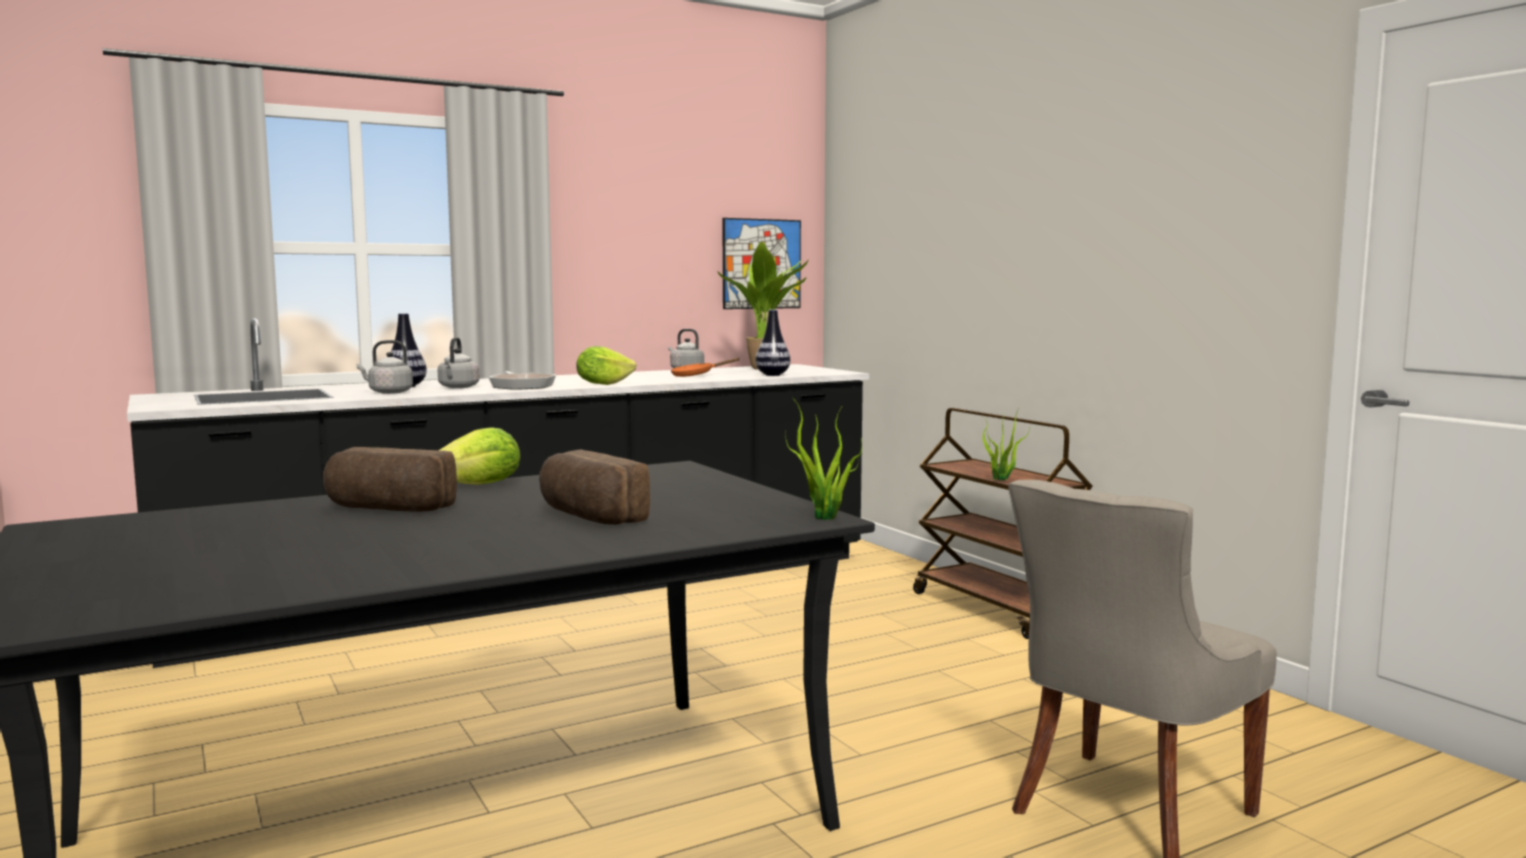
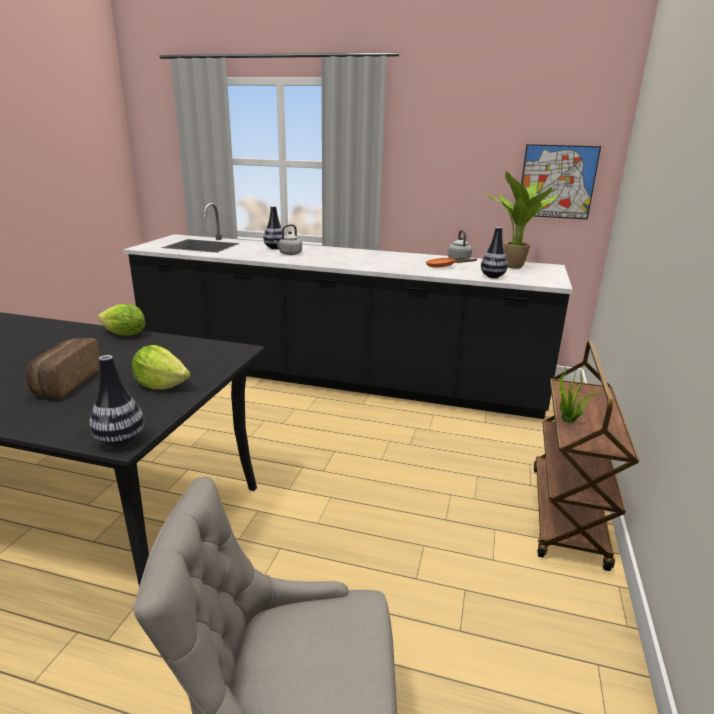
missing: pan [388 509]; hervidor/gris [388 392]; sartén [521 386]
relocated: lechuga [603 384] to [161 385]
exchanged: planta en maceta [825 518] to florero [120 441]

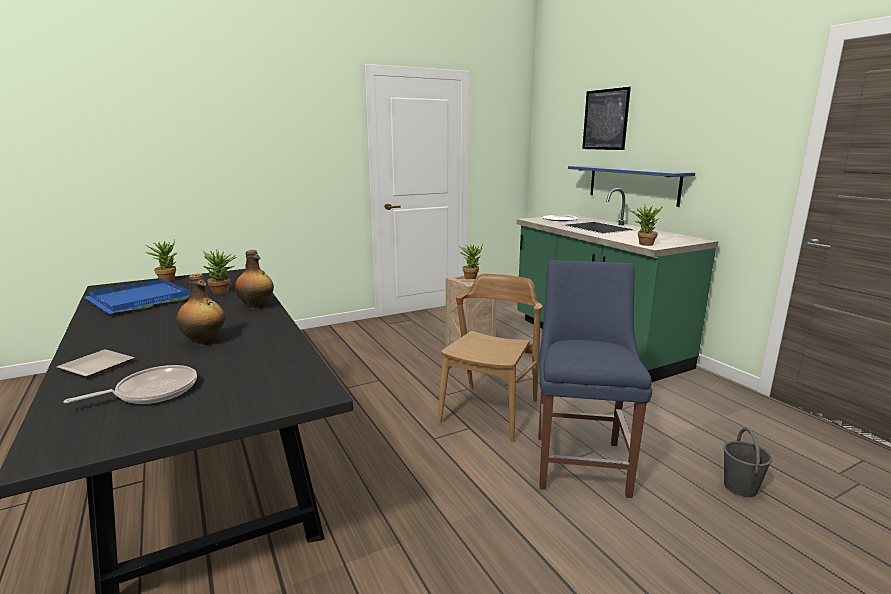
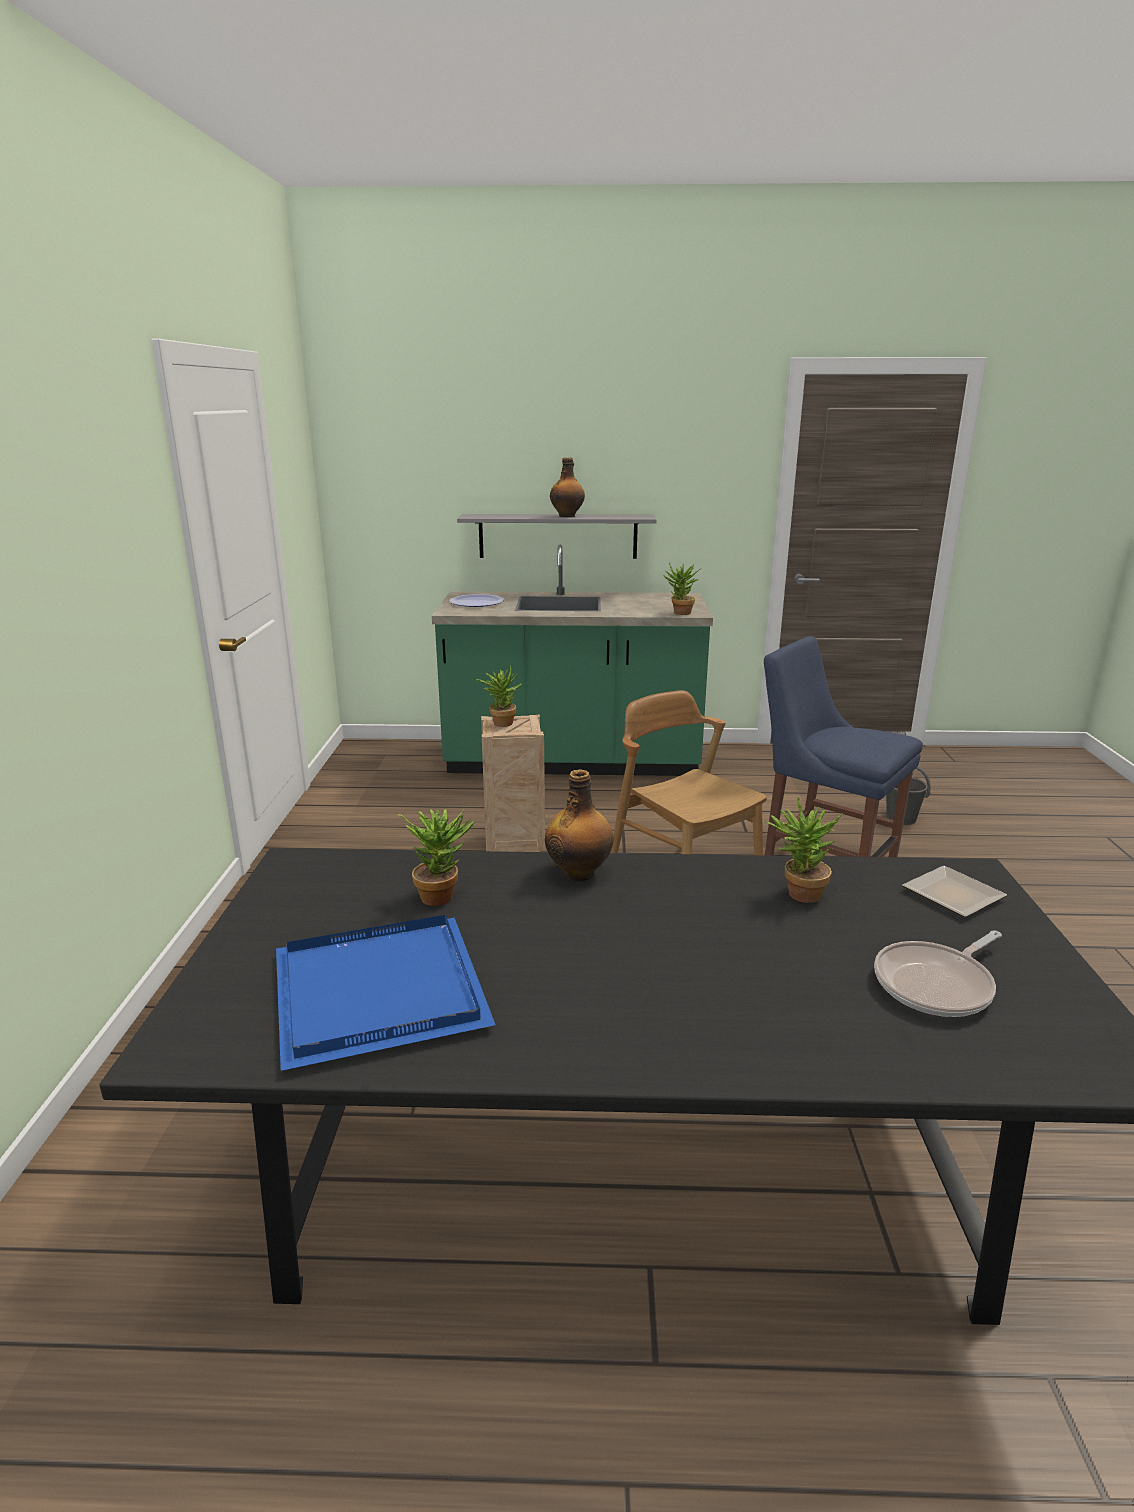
missing: cuadro [605 119]
relocated: plato [100 366] to [952 893]; planta en maceta [167 279] to [797 894]; botella [204 342] to [567 516]
colour: estante/azul [632 184] to estante/gris [558 536]
spun: sartén [152 391] = [937 984] 120 degrees counterclockwise

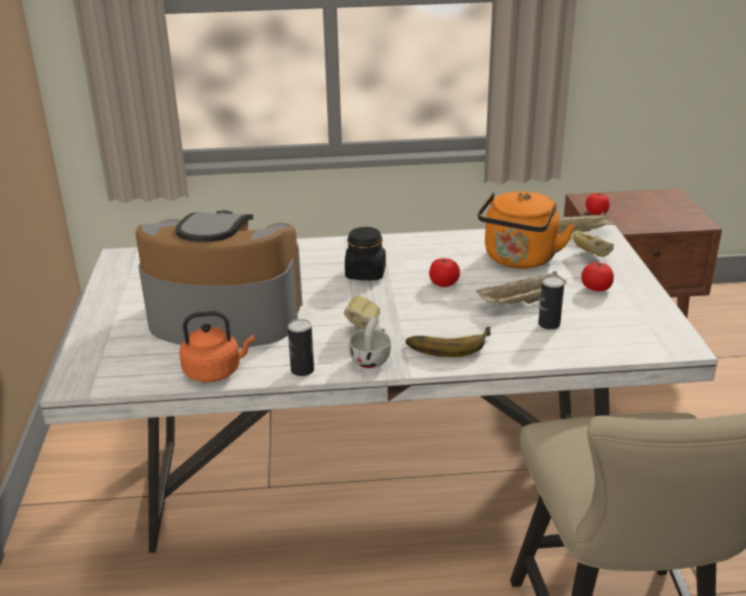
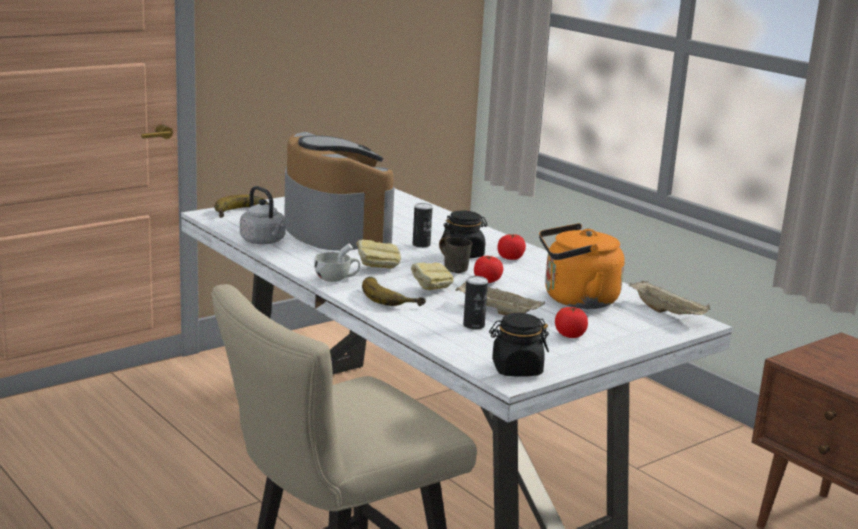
appeared: plátano [243 213]; taza grande/gris [455 268]; tarro/negro [516 369]
relocated: lata [302 370] to [421 245]; pan [590 256] to [430 290]; tomate [596 213] to [510 258]
colour: hervidor/naranja [215 371] to hervidor/gris [264 242]

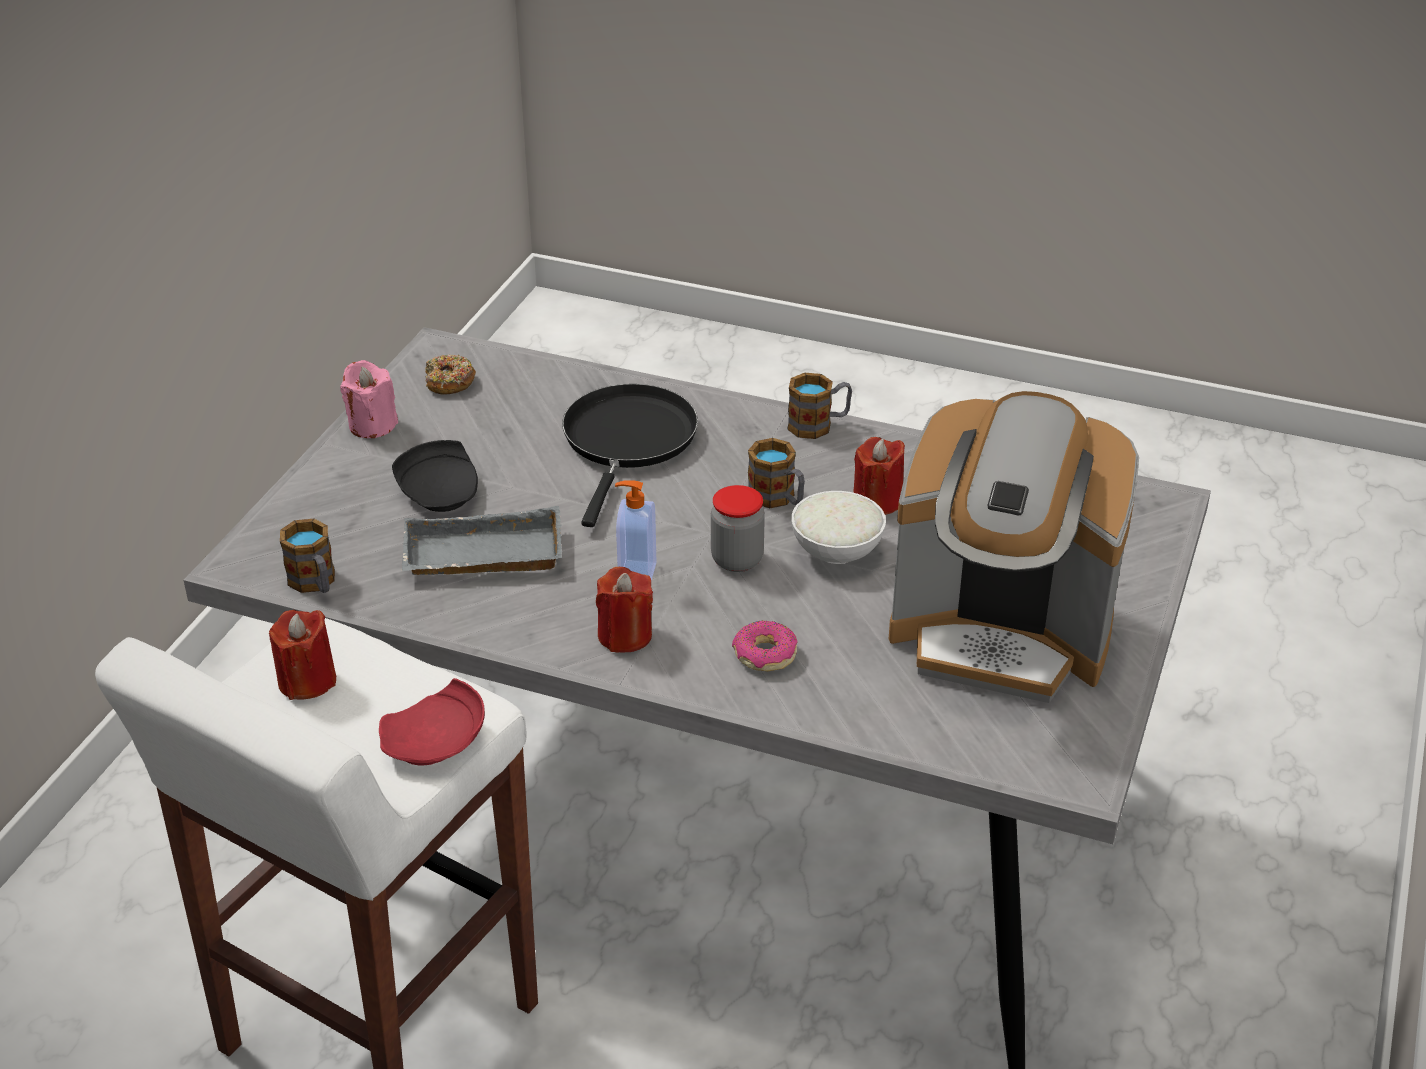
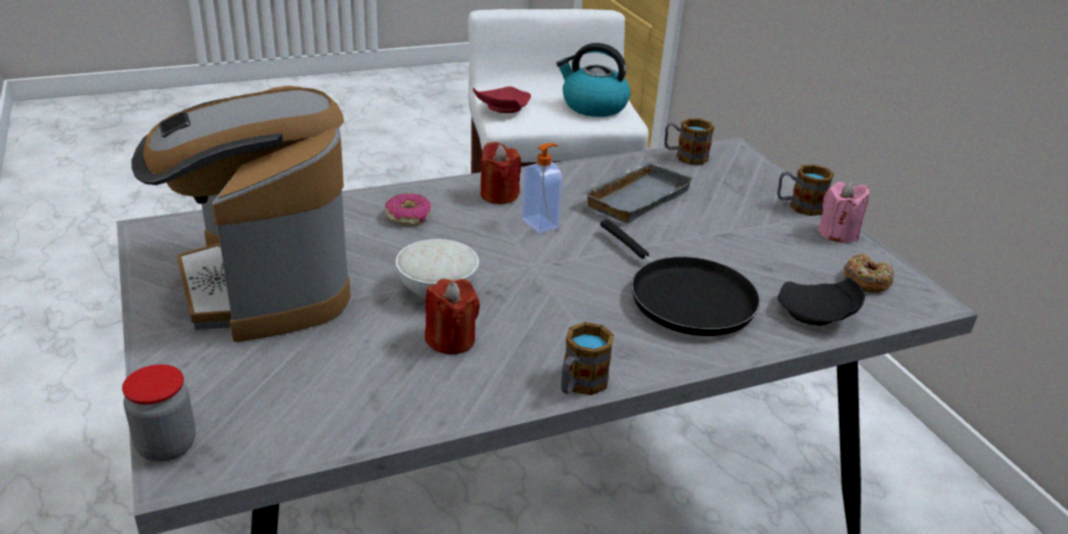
relocated: plato/negro [441 493] to [817 315]; tarro [737 560] to [167 446]; taza grande [778 499] to [799 206]
exchanged: vela/rojo [307 681] to hervidor [593 106]
spun: cafetera [1002 634] = [263 286] 90 degrees counterclockwise

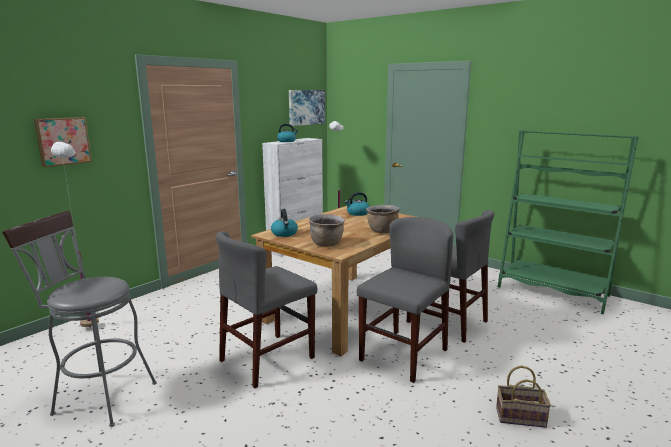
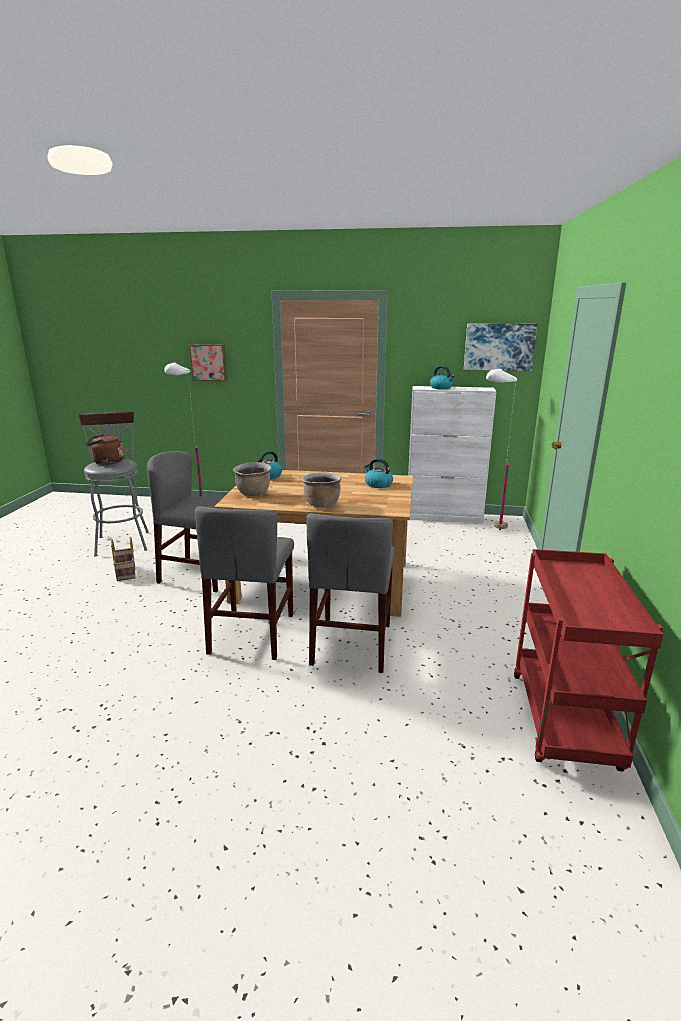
appeared: hervidor/marrón [106 462]
relocated: cesta [521 417] to [126 573]
exchanged: estantería/verde [552 291] to carrito/rojo [565 723]
spun: silla/gris [403 355] = [252 633] 90 degrees clockwise

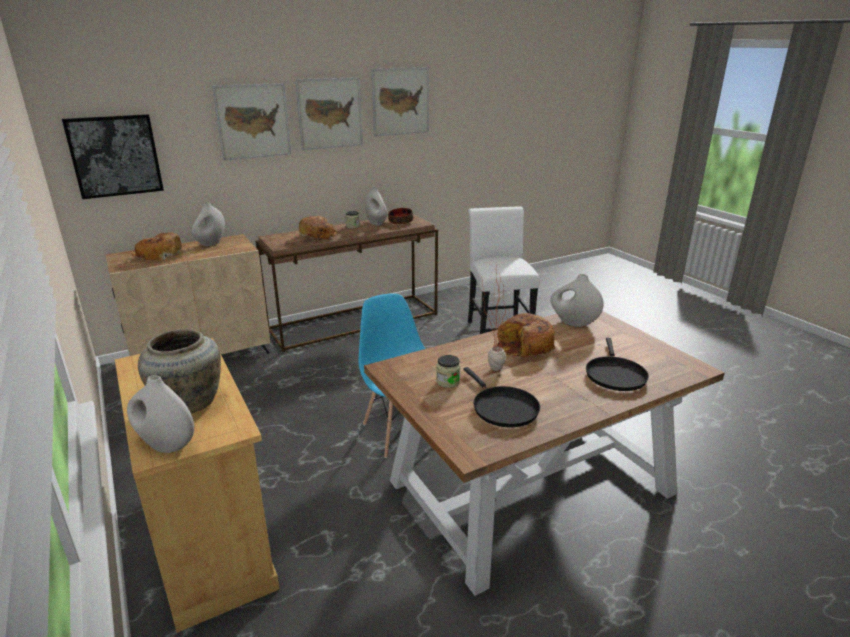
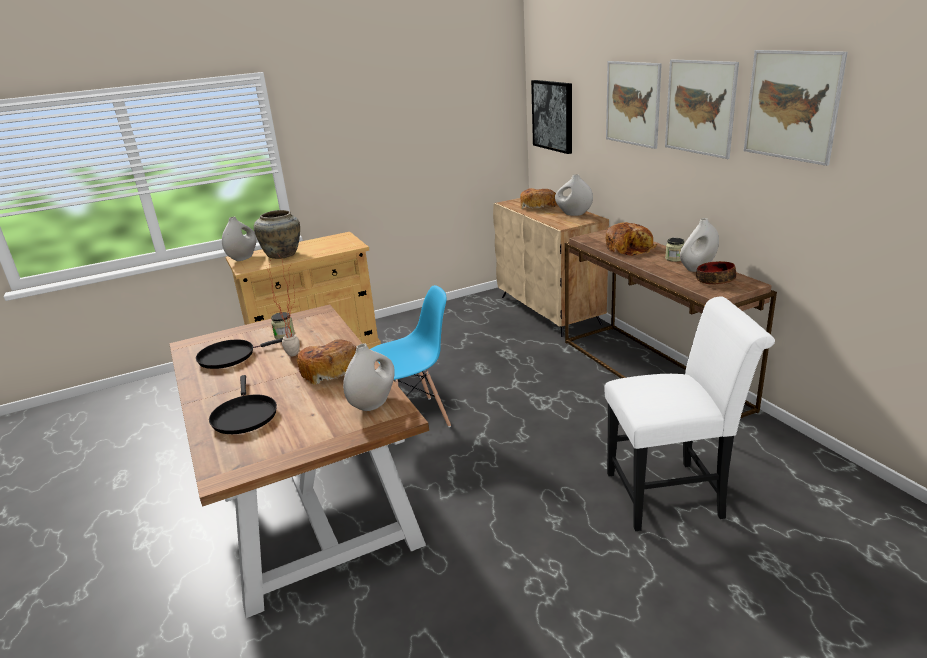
spun: sartén/negro [614 375] = [244 415] 120 degrees counterclockwise

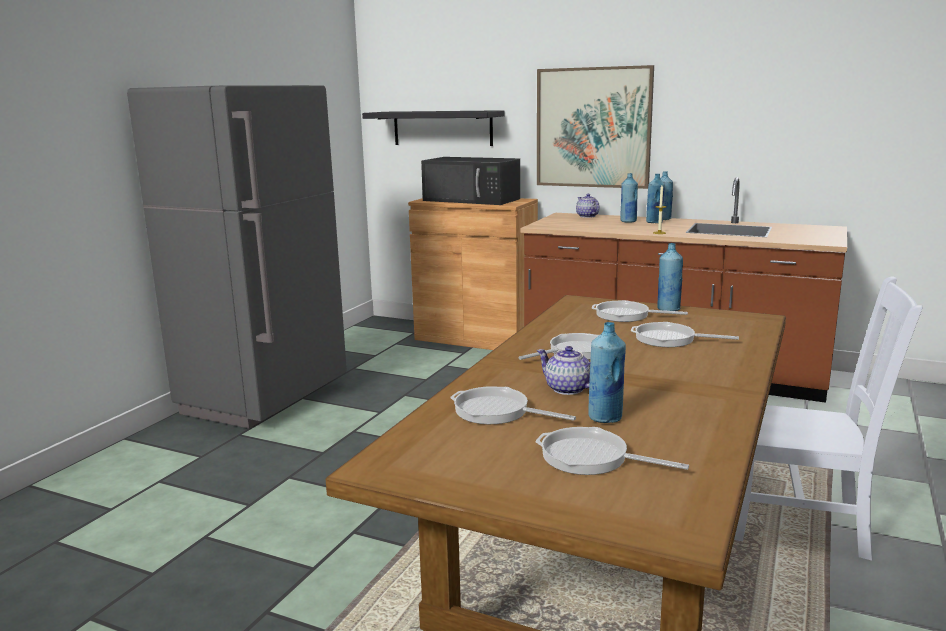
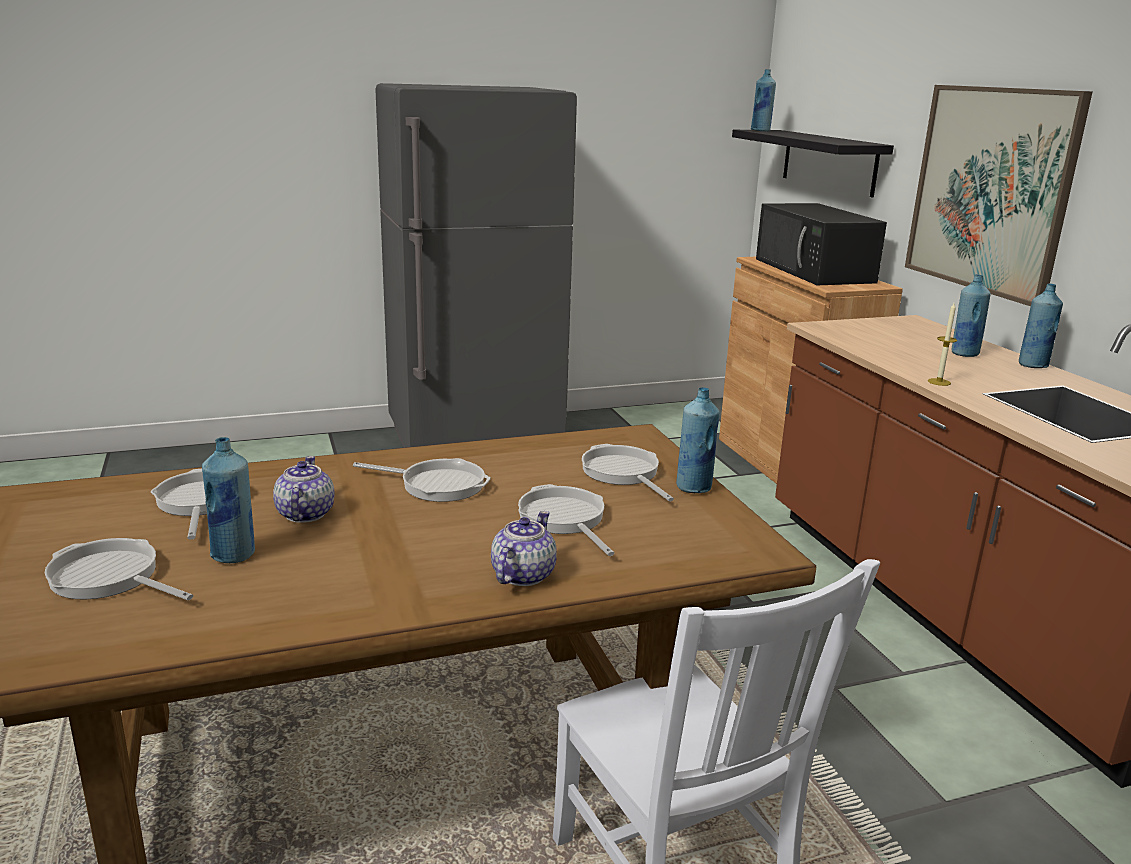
relocated: tetera [587 216] to [522 575]; botella/azul [654 222] to [760 131]
spun: sartén [590 458] = [109 577] 45 degrees counterclockwise

